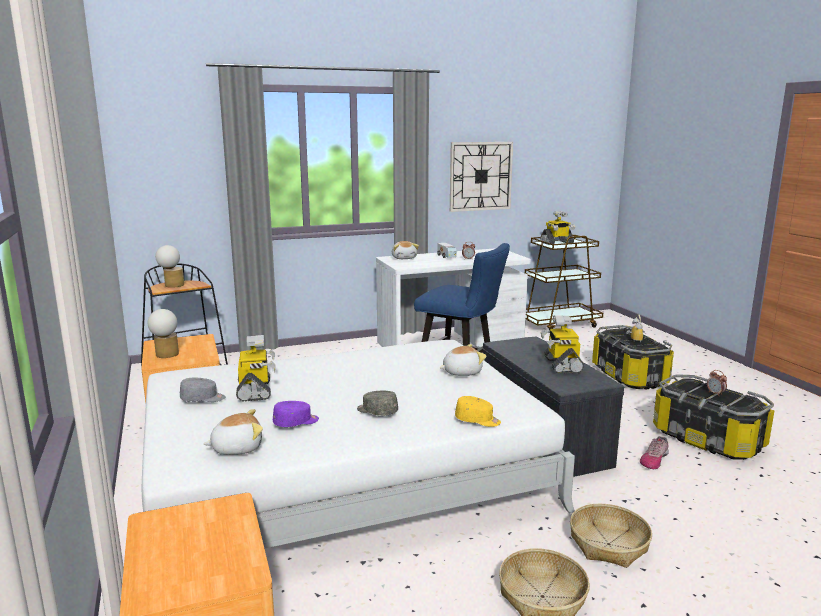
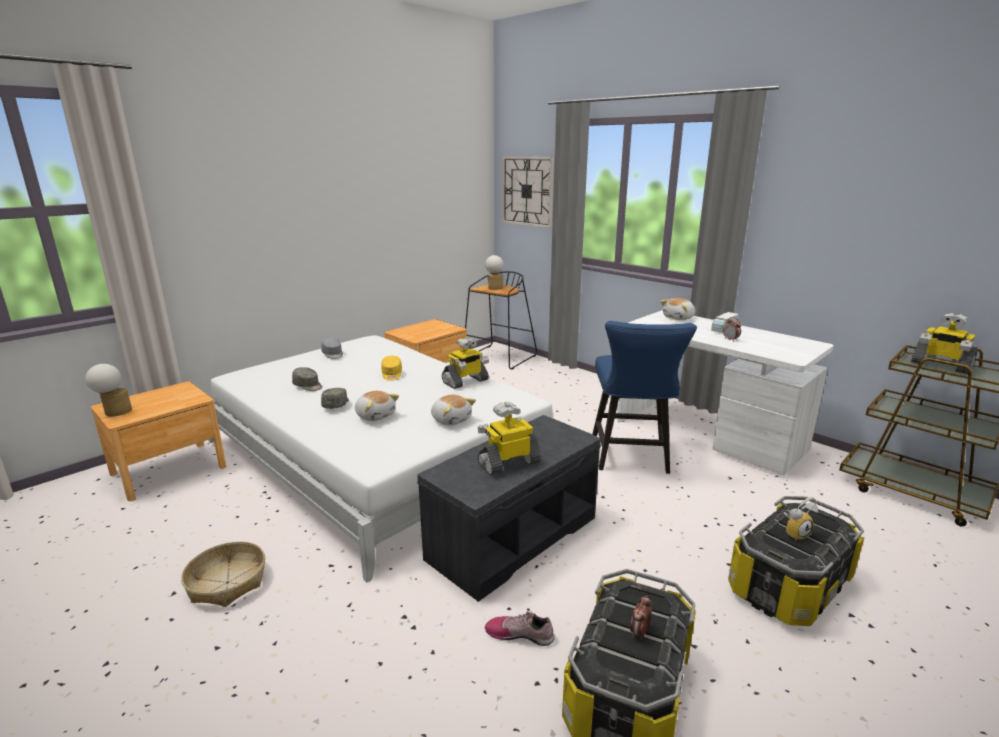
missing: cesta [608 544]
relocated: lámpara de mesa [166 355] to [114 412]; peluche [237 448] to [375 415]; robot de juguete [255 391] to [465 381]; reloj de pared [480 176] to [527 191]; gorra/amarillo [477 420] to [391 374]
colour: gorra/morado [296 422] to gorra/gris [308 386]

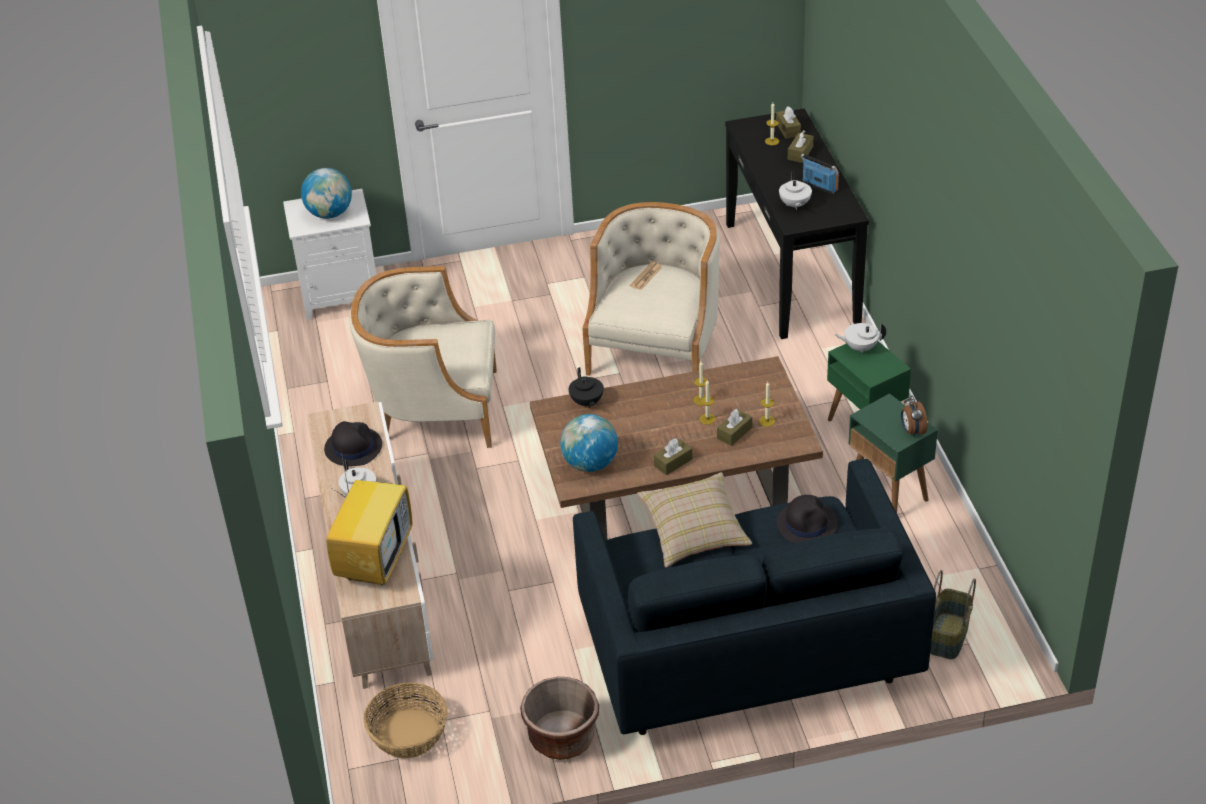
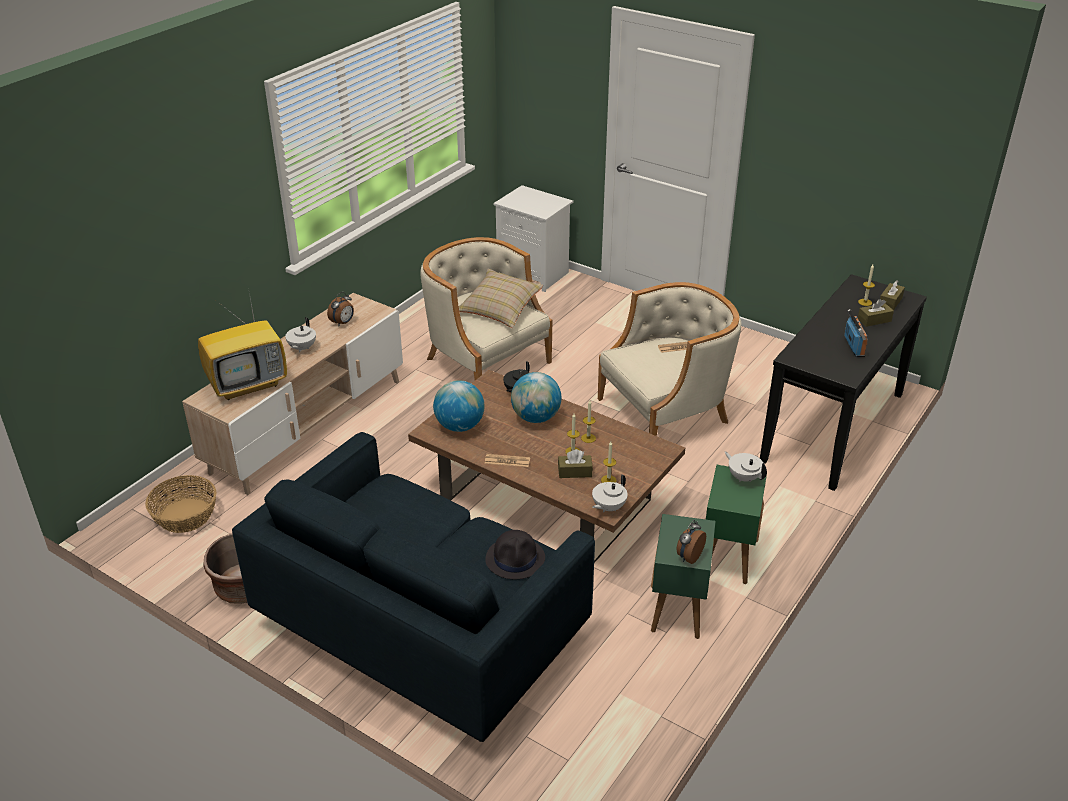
missing: cesta [948 637]
relocated: globo terráqueo [330 214] to [536 417]; cojín/beis [694 532] to [499 310]; tetera/blanco [794 205] to [608 507]
exchanged: sombrero/negro [353 447] to despertador [343 323]; caja de pañuelos/marrón [673 462] to periódico [507 461]

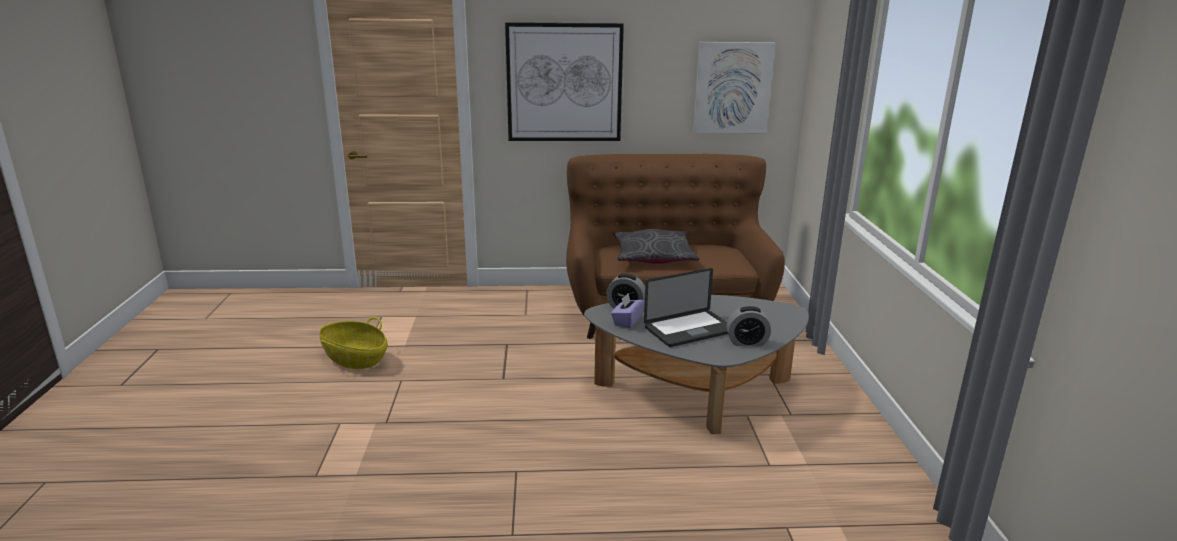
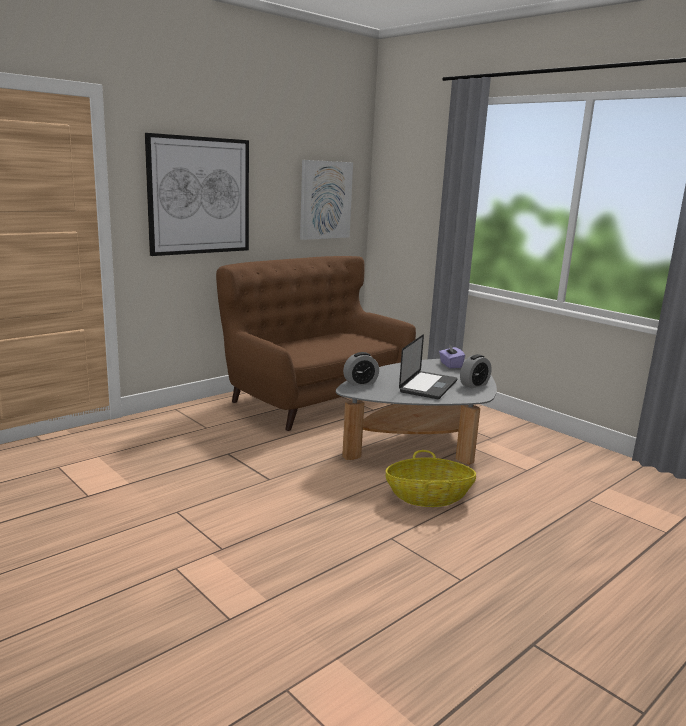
missing: cojín/gris [653 256]
relocated: cesta [355 359] to [428 497]; caja de pañuelos/morado [627 321] to [450 365]

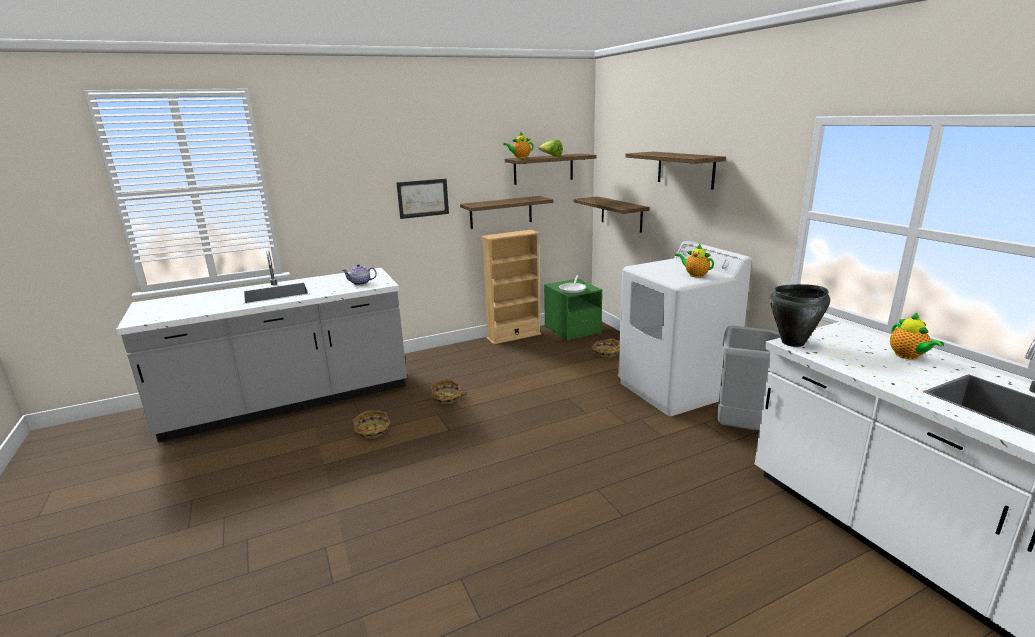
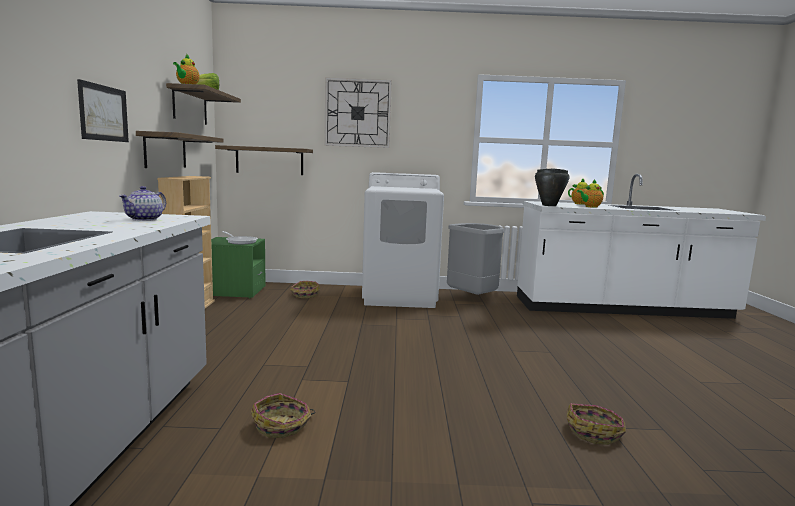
relocated: cesta [447 398] to [594 432]; tetera [695 275] to [590 207]
exchanged: estante [685 169] to reloj de pared [357 113]

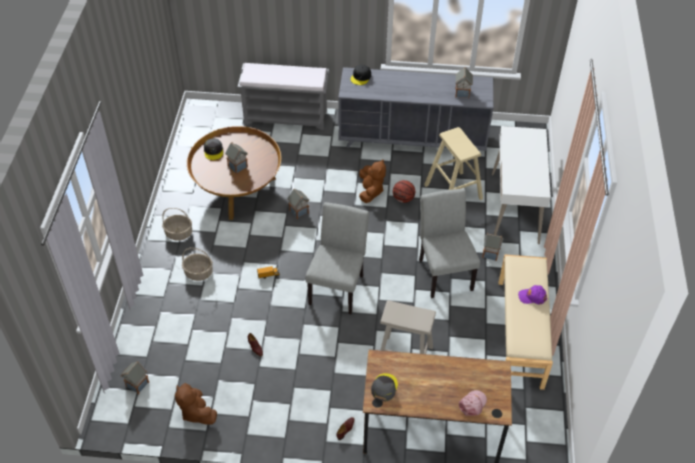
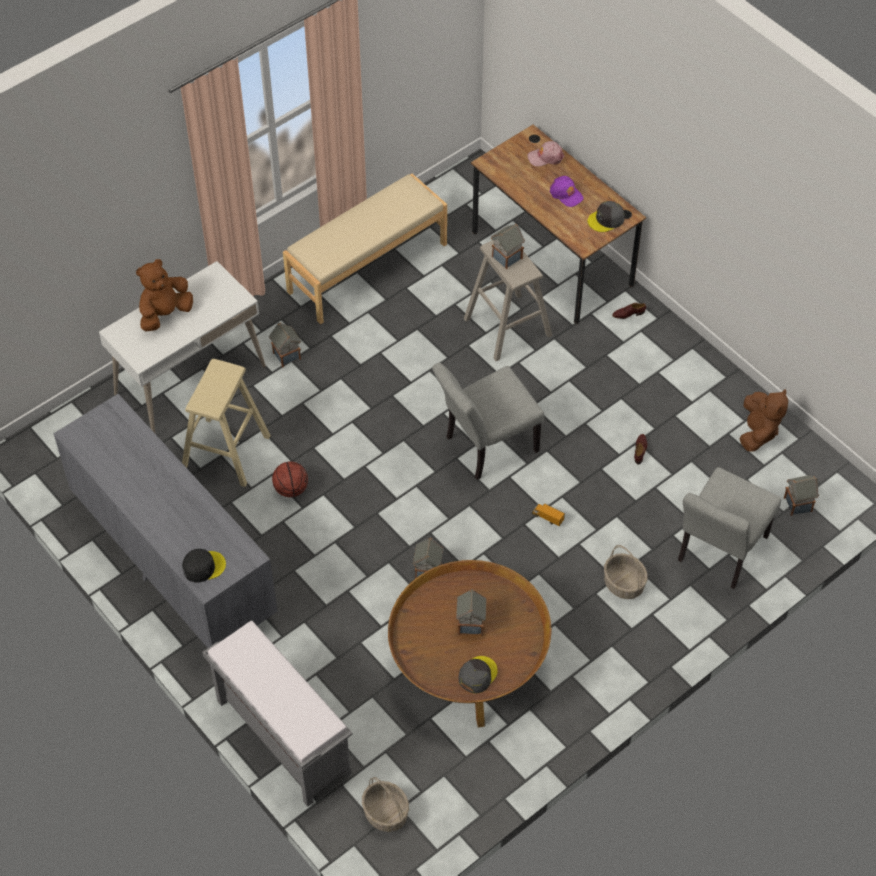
relocated: cesta [178 233] to [386 813]; peluche/marrón [370 191] to [165 314]; silla/gris [444 271] to [718 553]; casita [462 93] to [506 258]; gorra/morado [532 296] to [566 194]

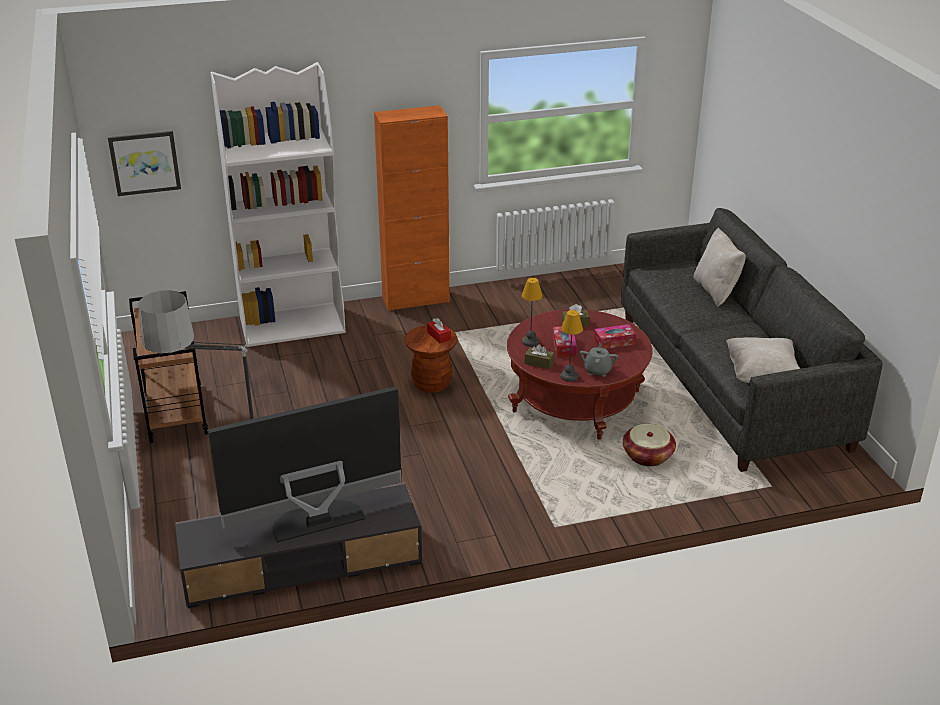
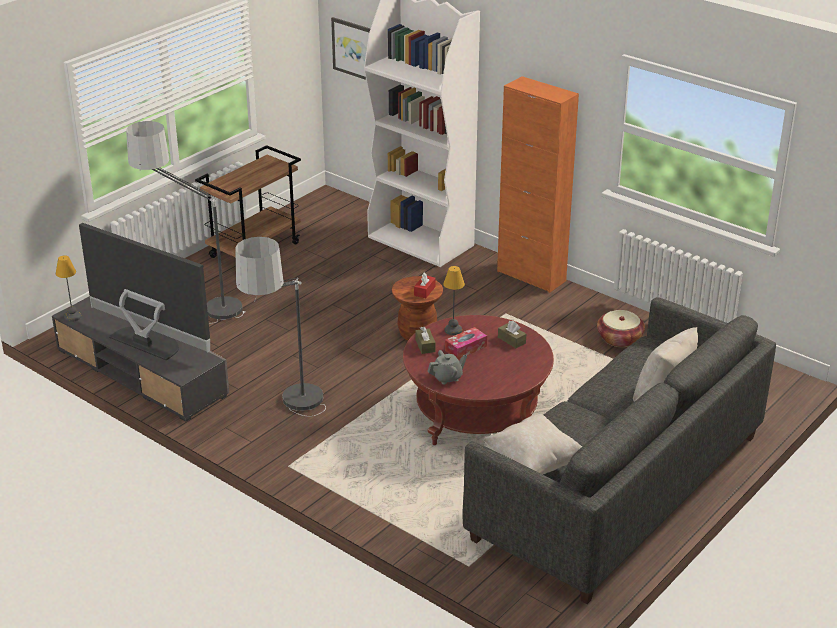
missing: caja de pañuelos [614 342]
appeared: lámpara de pie [289 418]
relocated: lámpara de mesa [569 376] to [72 317]; cesta [647 456] to [619 339]

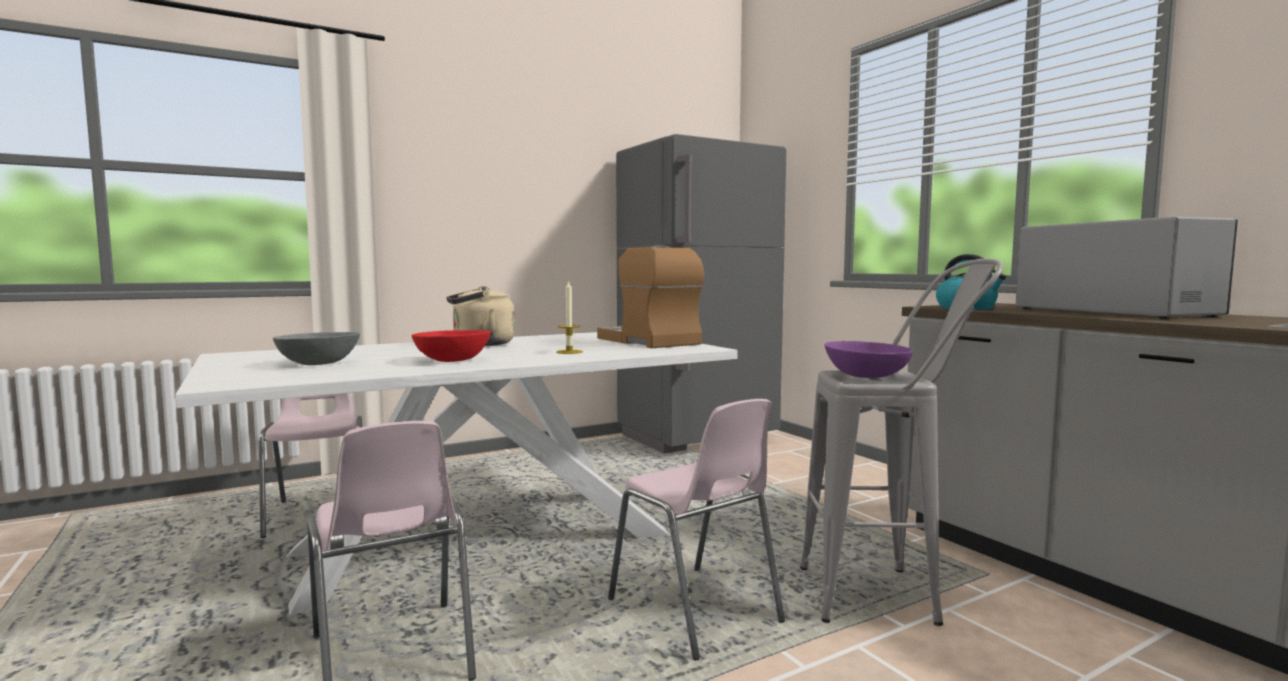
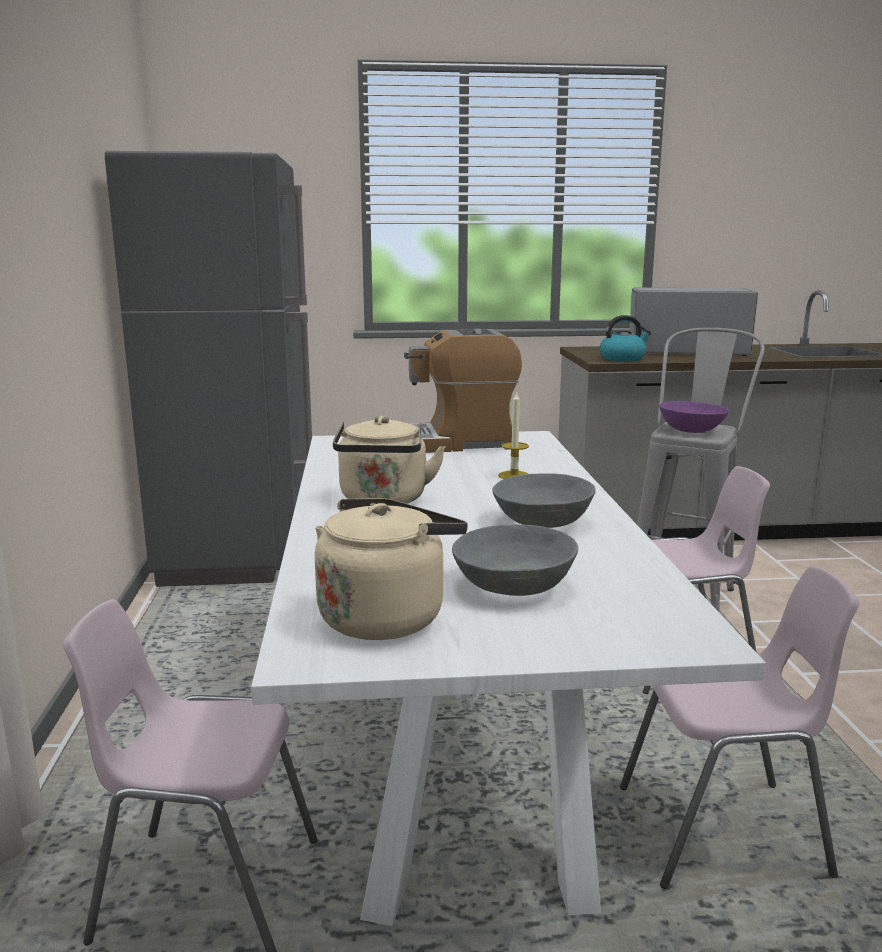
appeared: hervidor/beis [386 616]
colour: cuenco/rojo [453 360] to cuenco/gris [542 522]

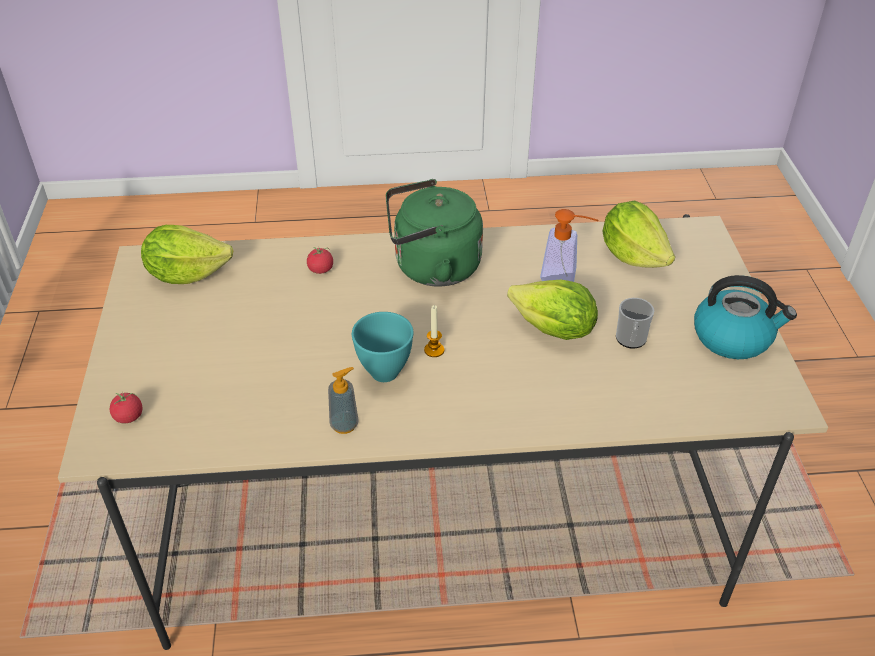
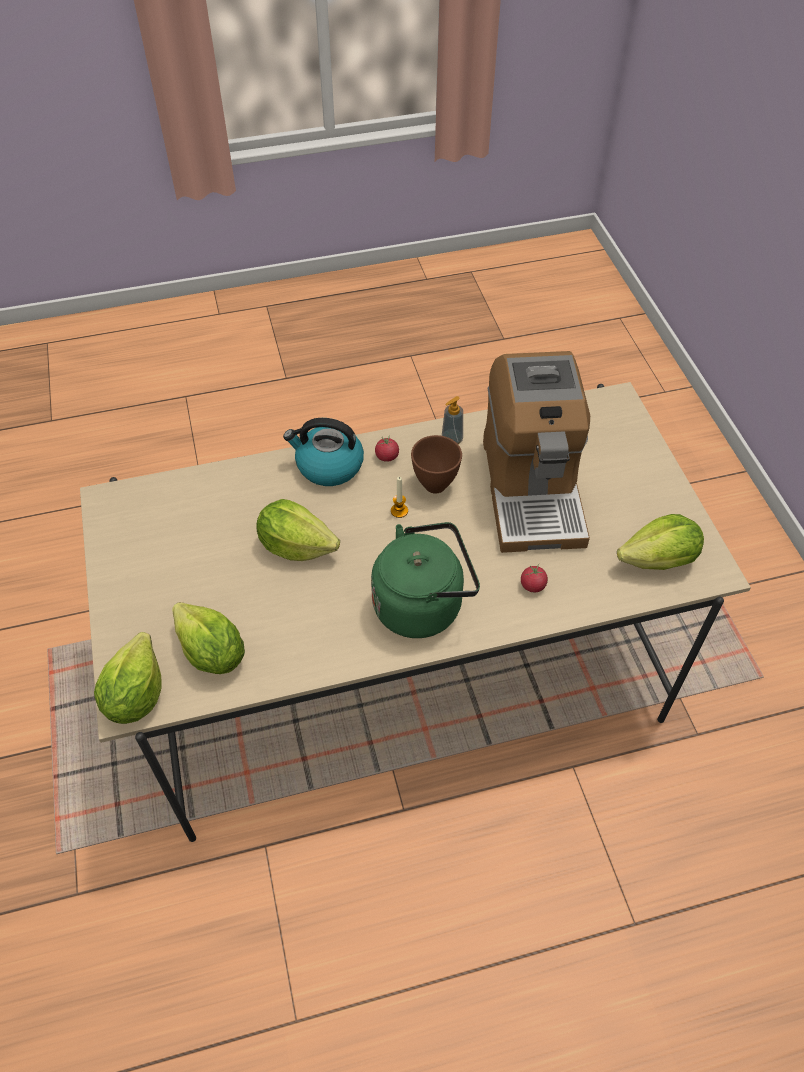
missing: dispensador de jabón [565 276]; taza grande [630 340]
appeared: lechuga [135 695]; cafetera [532 489]
relocated: tomate [129 416] to [387 456]; hervidor [733 337] to [328 466]
colour: cuenco/turquesa [386 372] to cuenco/marrón [434 485]

